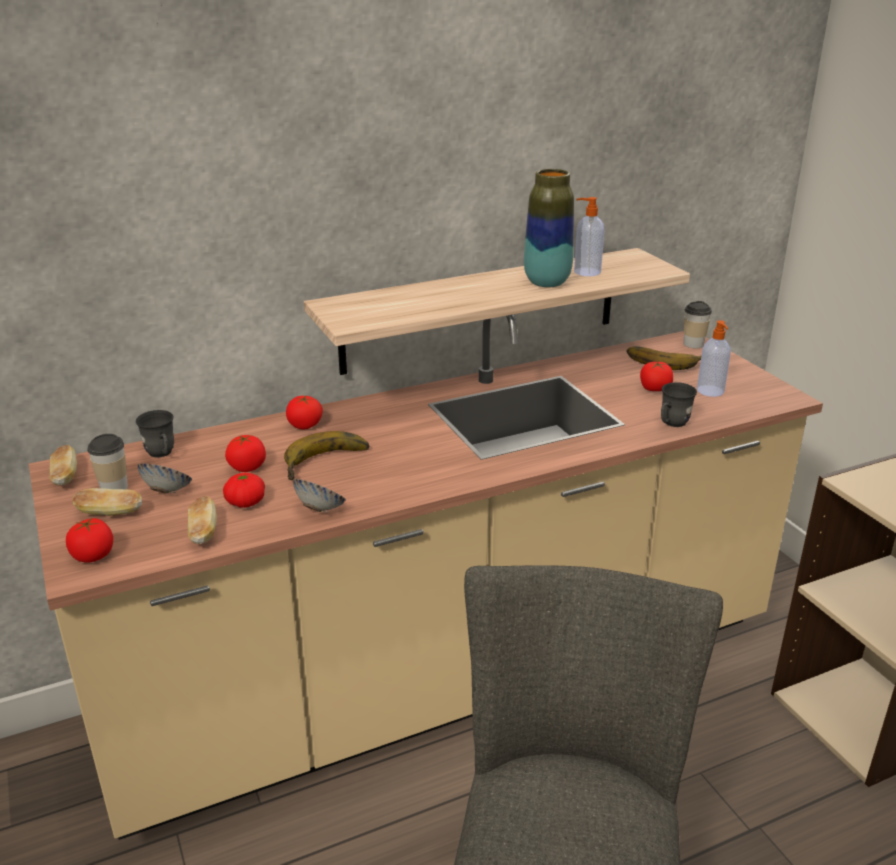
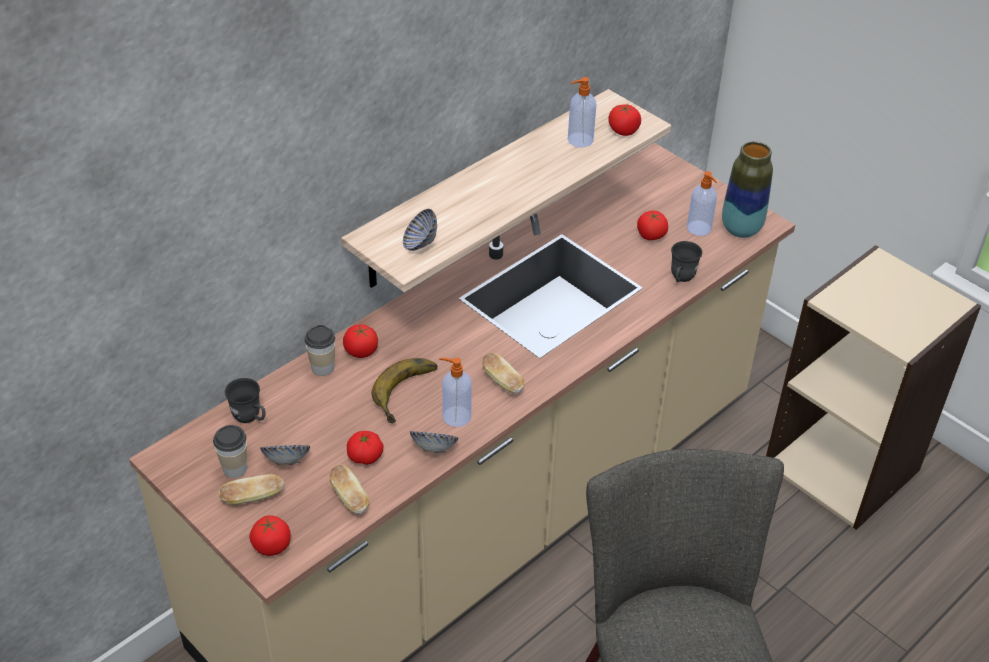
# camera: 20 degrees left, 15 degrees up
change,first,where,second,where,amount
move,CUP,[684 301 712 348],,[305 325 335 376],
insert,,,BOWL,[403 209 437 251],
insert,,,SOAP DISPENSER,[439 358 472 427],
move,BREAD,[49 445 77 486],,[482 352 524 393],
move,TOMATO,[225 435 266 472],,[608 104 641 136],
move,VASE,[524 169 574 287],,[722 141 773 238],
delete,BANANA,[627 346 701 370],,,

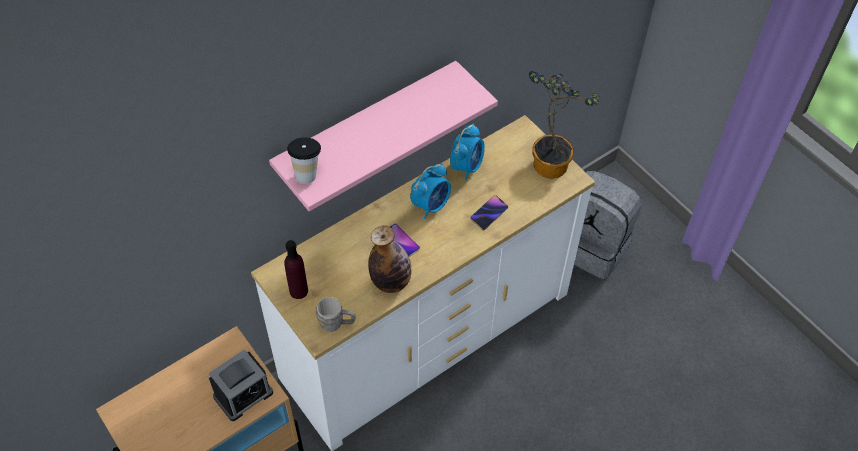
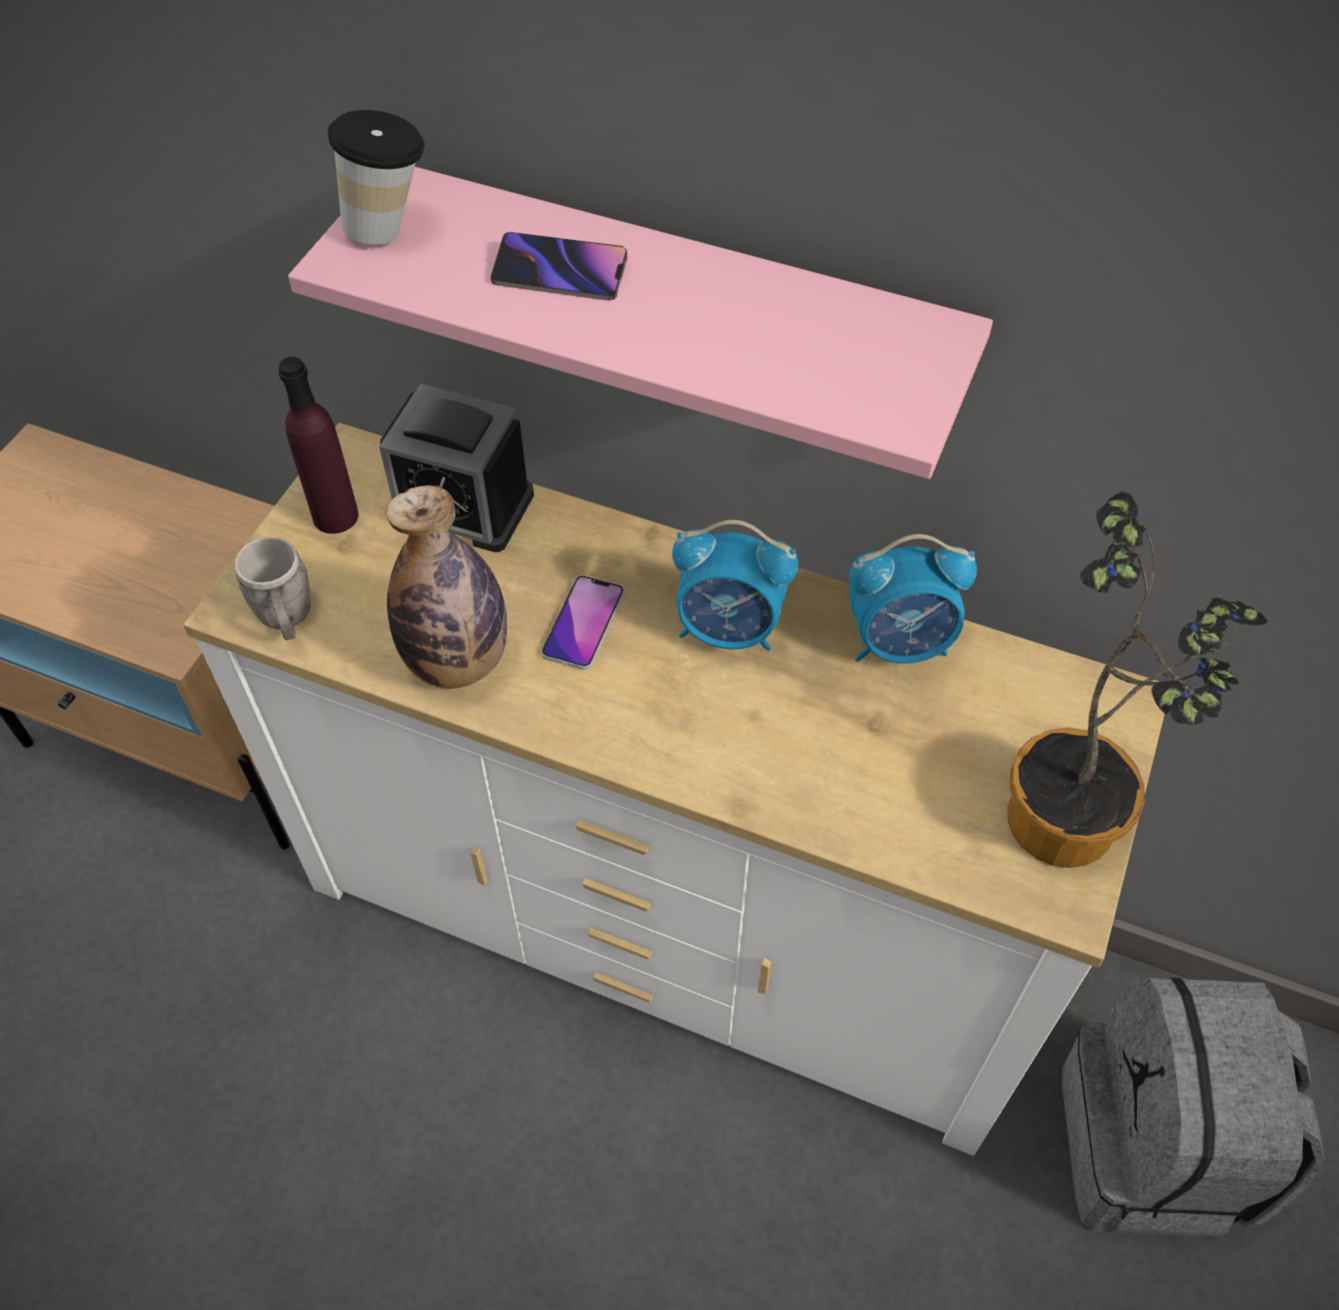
# camera: 60 degrees right, 0 degrees up
change,first,where,second,where,amount
move,ALARM CLOCK,[209 349 273 421],,[379 384 534 552],
move,PHONE,[470 195 508 230],,[490 232 628 301],

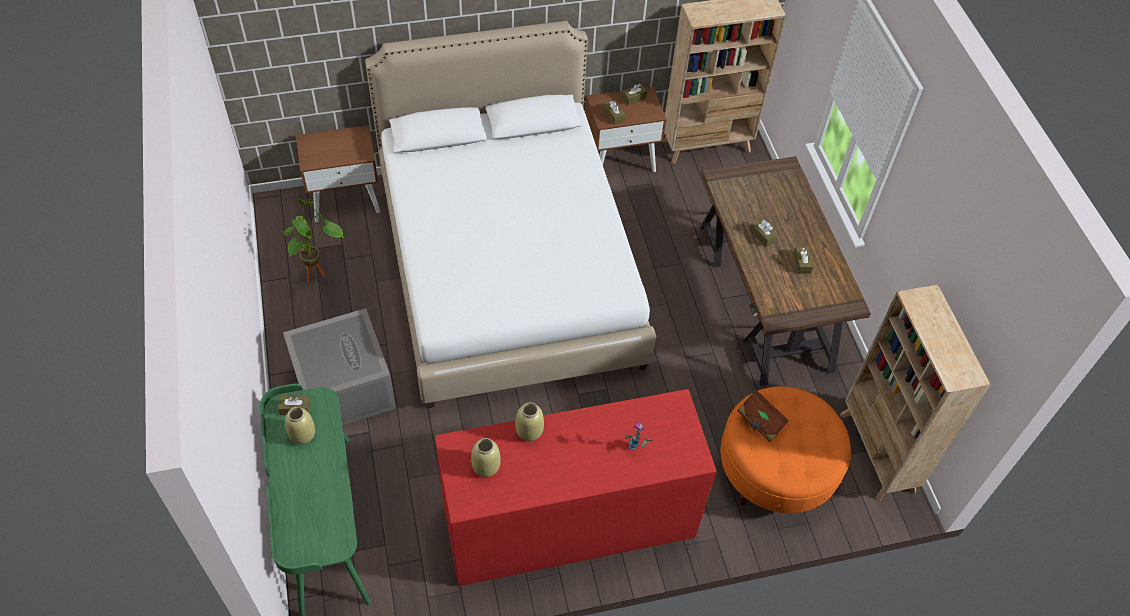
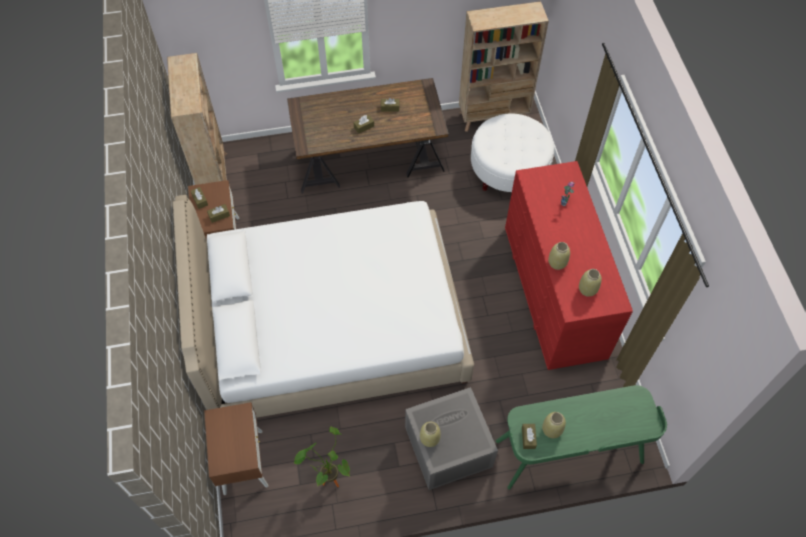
# camera: 85 degrees left, 5 degrees up
change,first,where,second,where,amount
insert,,,BEIGE VASE,[420 422 441 447],
recolor,ORANGE OTTOMAN,[720 386 851 513],WHITE OTTOMAN,[471 114 554 192],
delete,BROWN BOOK,[737 390 789 442],,,

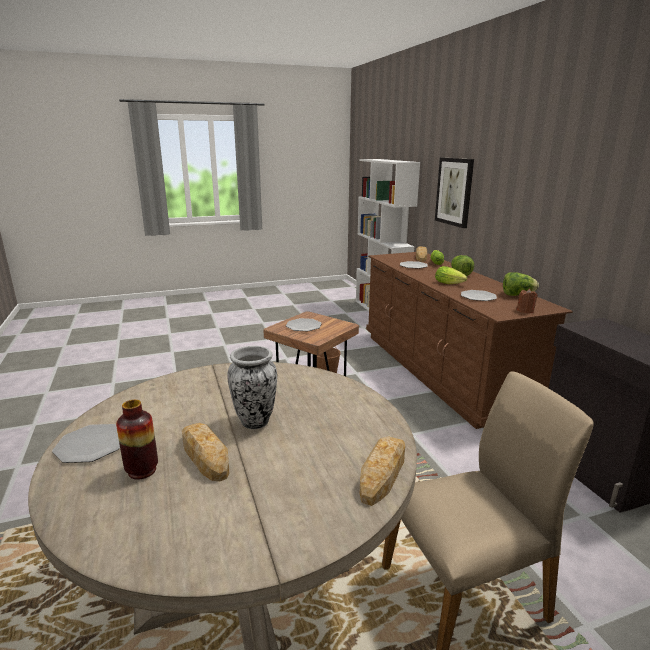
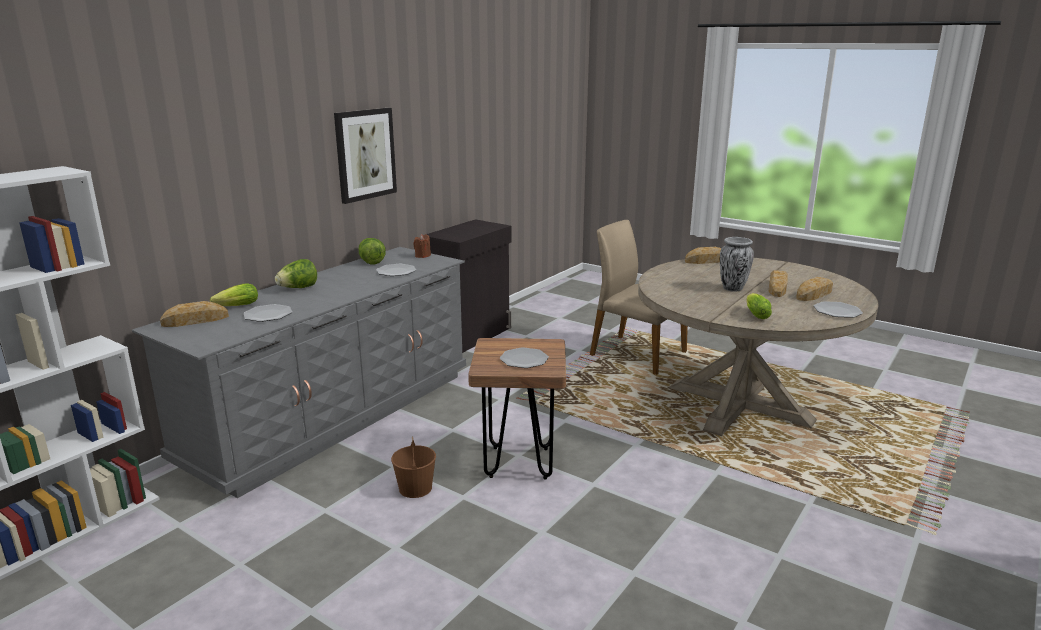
# camera: 125 degrees left, 0 degrees up
change,first,where,second,where,amount
recolor,BROWN DRESSER,[366 252 573 429],GREY DRESSER,[132 247 466 498],
move,PICTURE,[435 158 474 228],,[334 108 397 204],
move,LETTUCE,[435 266 467 284],,[746 293 772 319],
replace,VASE,[116 400 158 480],BREAD,[796 277 833 301],

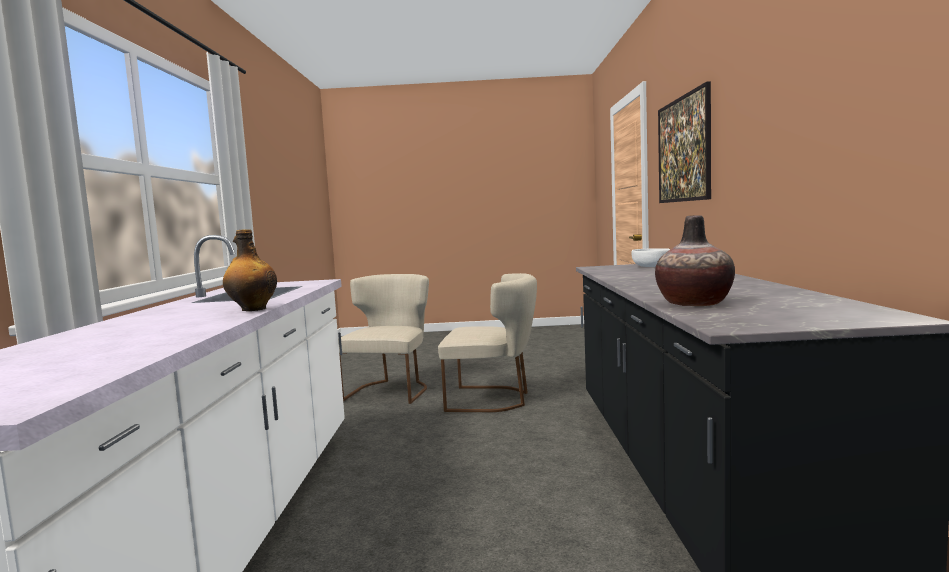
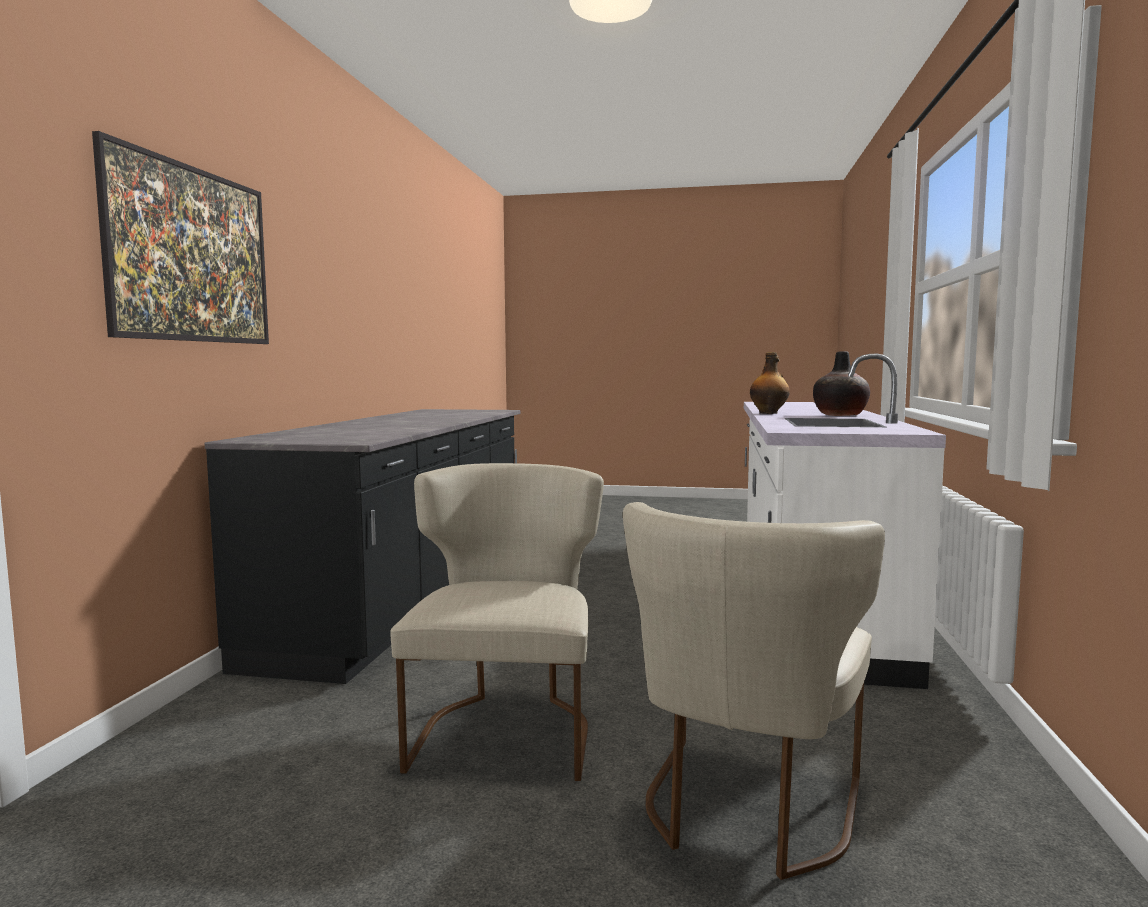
# camera: 170 degrees left, 0 degrees up
change,first,where,second,where,amount
rotate,BEIGE CHAIR,[438 273 537 412],,[390 463 604 781],75 degrees clockwise
move,VASE,[655 216 735 306],,[813 351 870 416],
delete,WHITE BOWL,[632 248 670 267],,,

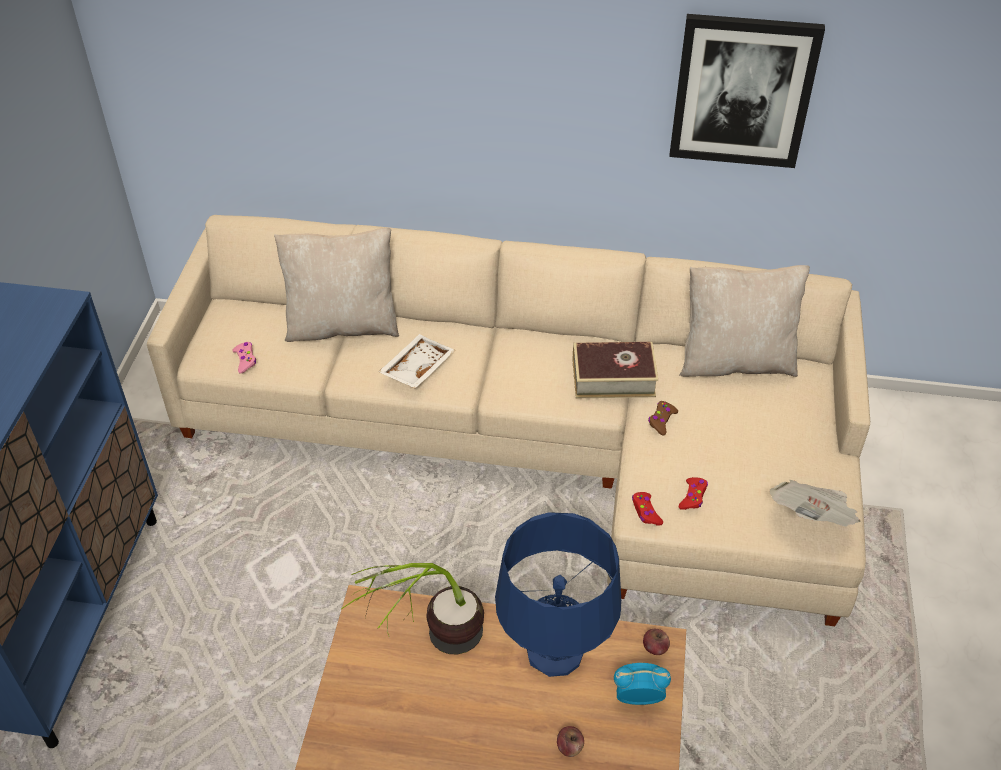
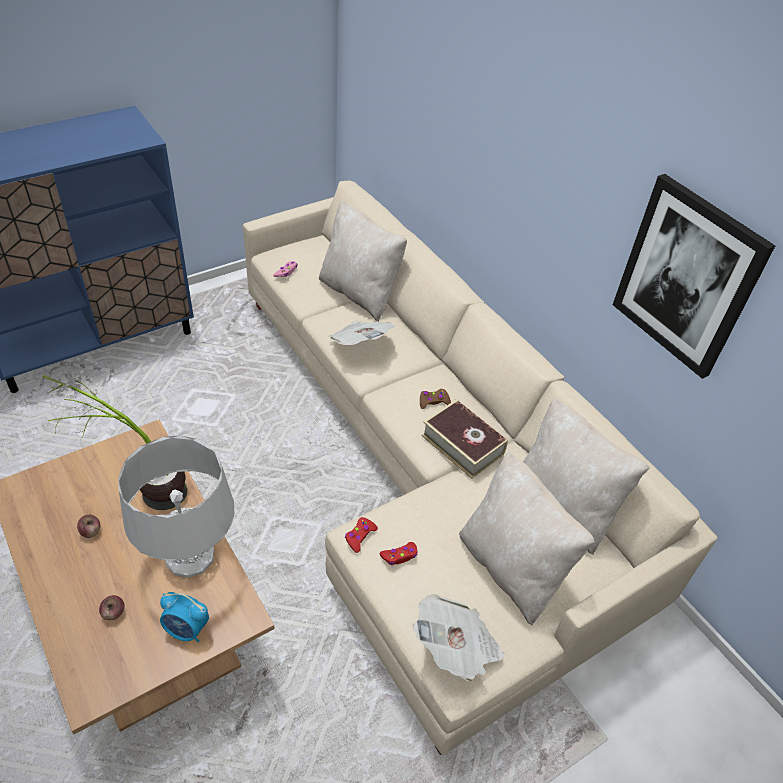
# camera: 45 degrees right, 0 degrees up
change,first,where,second,where,amount
move,APPLE,[643 629 670 655],,[77 515 100 538],
recolor,BLUE TABLE LAMP,[495 512 621 677],GREY TABLE LAMP,[118 436 235 578],
rotate,ALARM CLOCK,[614 663 671 705],,[160 592 209 642],150 degrees clockwise
replace,WHITE TRAY,[378 334 455 388],NEWSPAPER,[328 321 395 345],
move,BROWN GAME CONTROLLER,[648 401 678 435],,[420 389 451 409],
insert,,,BEIGE PILLOW,[459 451 595 626],

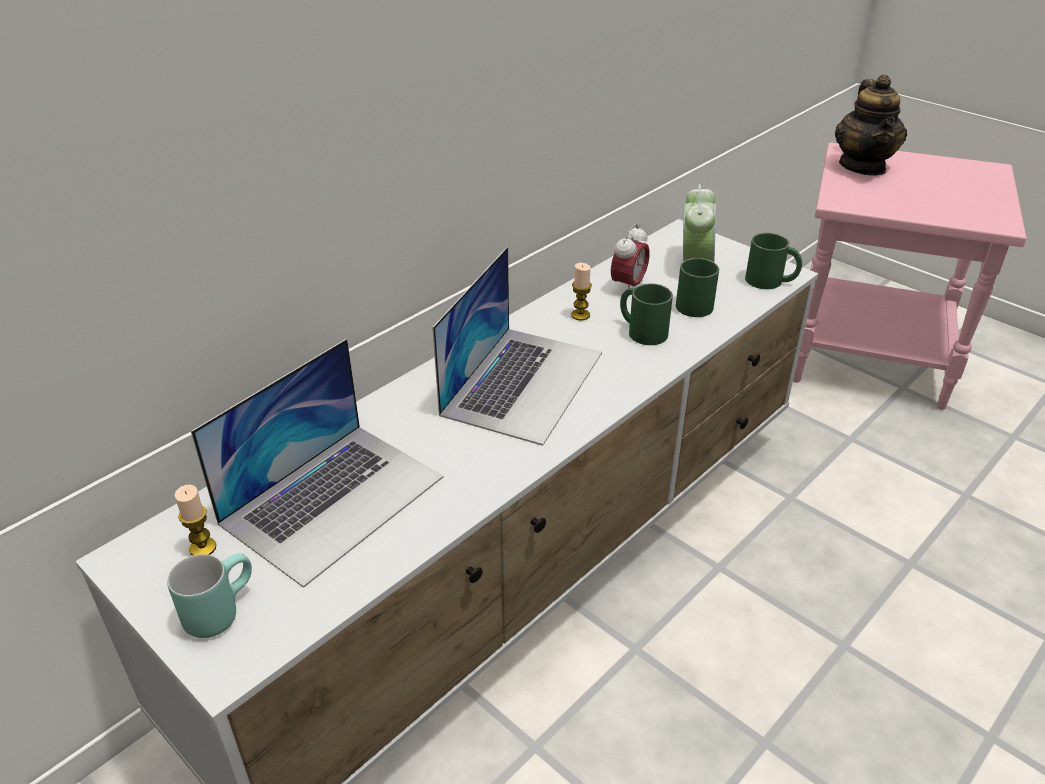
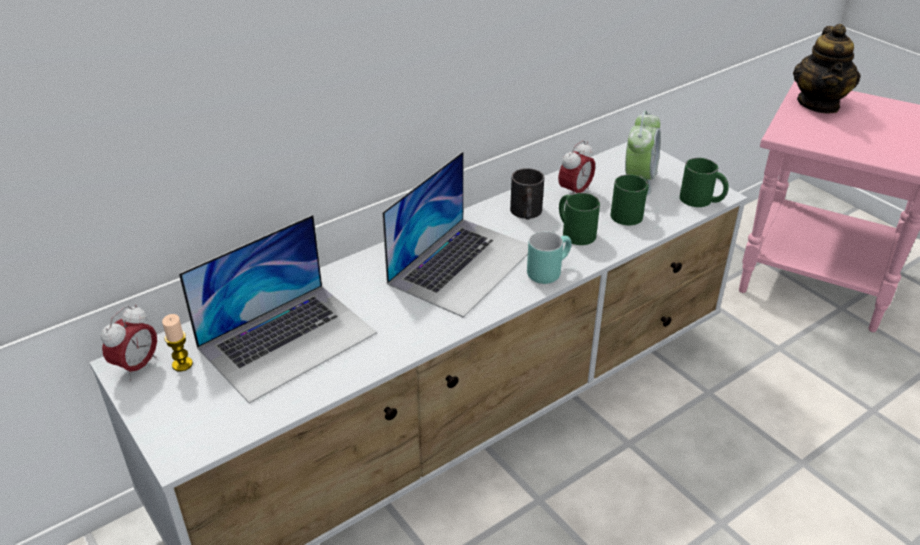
# camera: 10 degrees right, 0 degrees up
change,first,where,second,where,amount
insert,,,ALARM CLOCK,[101 305 157 381],
replace,CANDLE,[571 263 592 321],BLACK MUG,[510 168 544 220],
move,TURQUOISE MUG,[167 553 252 638],,[527 231 571 284],

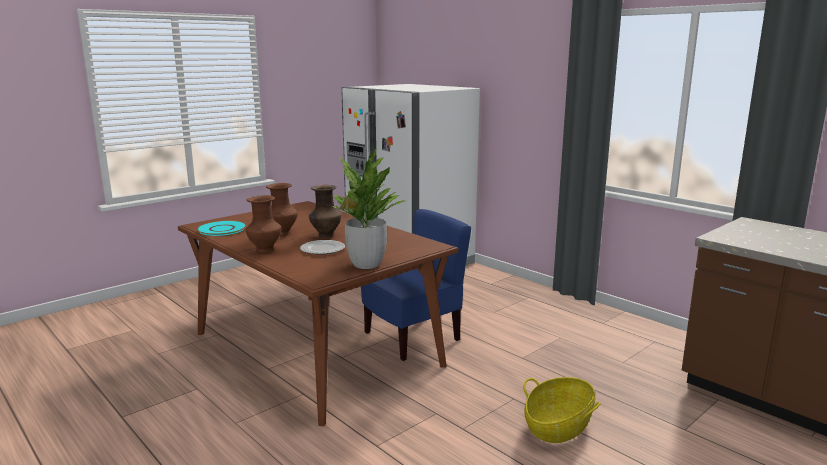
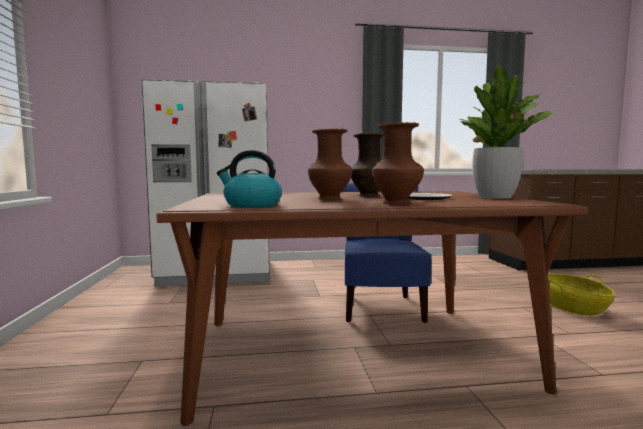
# camera: 55 degrees left, 10 degrees down
change,first,where,second,where,amount
replace,TURQUOISE PLATE,[197 221 247 236],KETTLE,[217 150 282 207],

